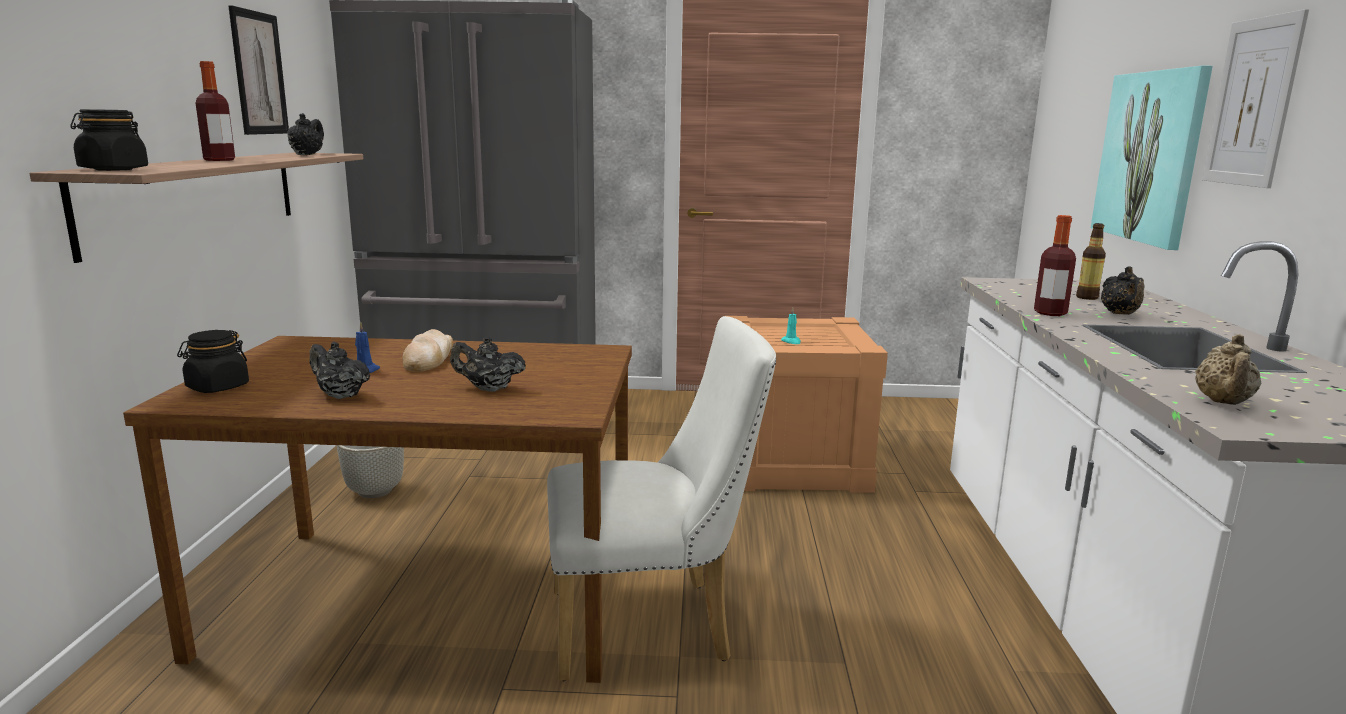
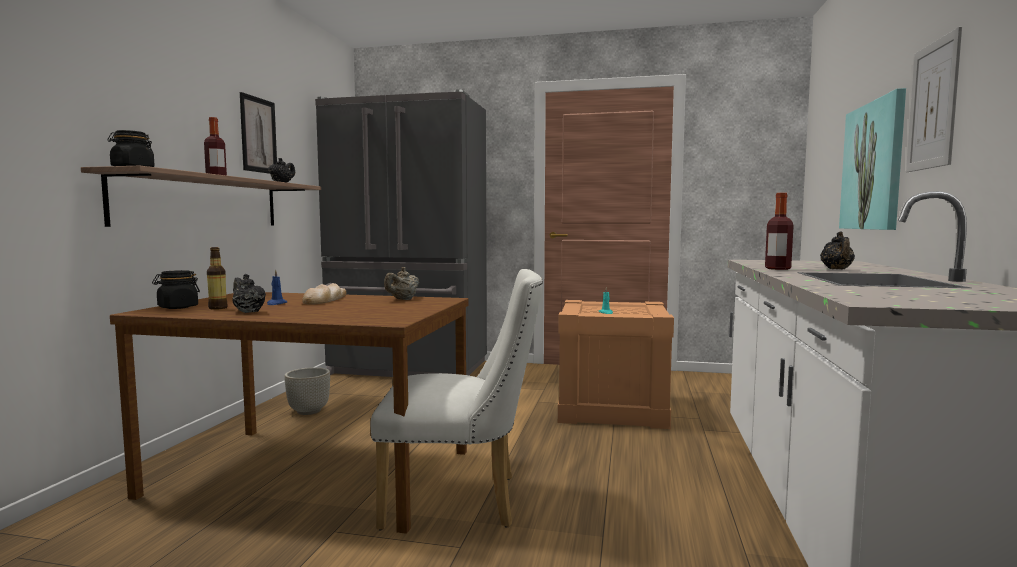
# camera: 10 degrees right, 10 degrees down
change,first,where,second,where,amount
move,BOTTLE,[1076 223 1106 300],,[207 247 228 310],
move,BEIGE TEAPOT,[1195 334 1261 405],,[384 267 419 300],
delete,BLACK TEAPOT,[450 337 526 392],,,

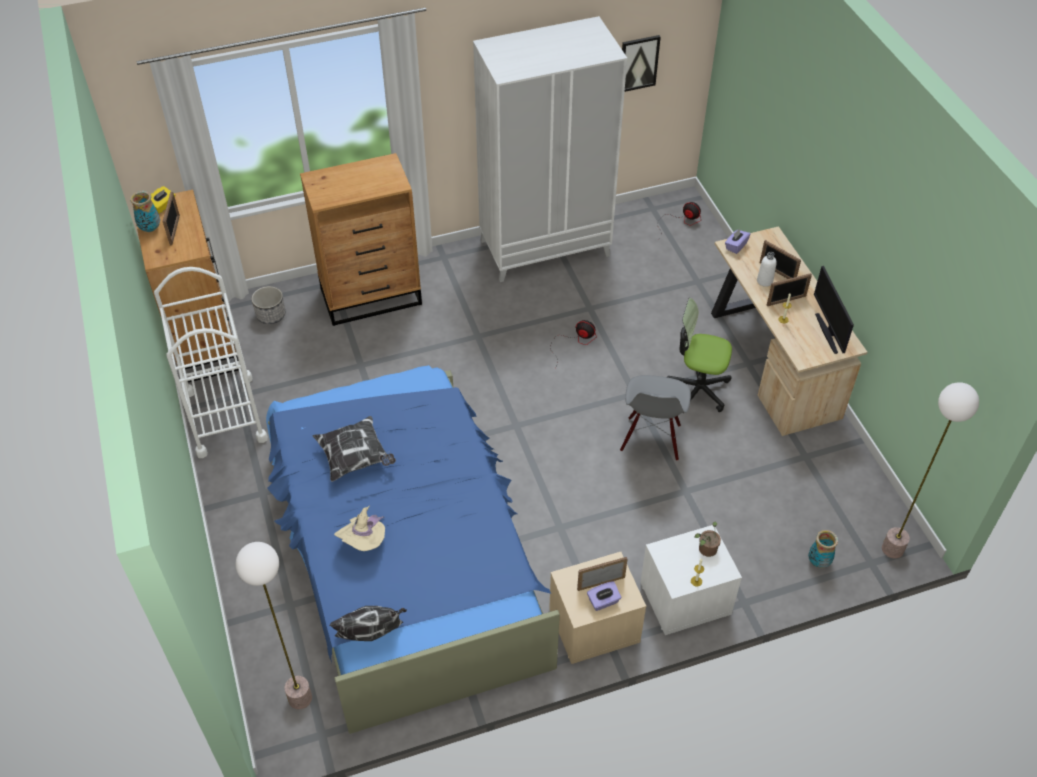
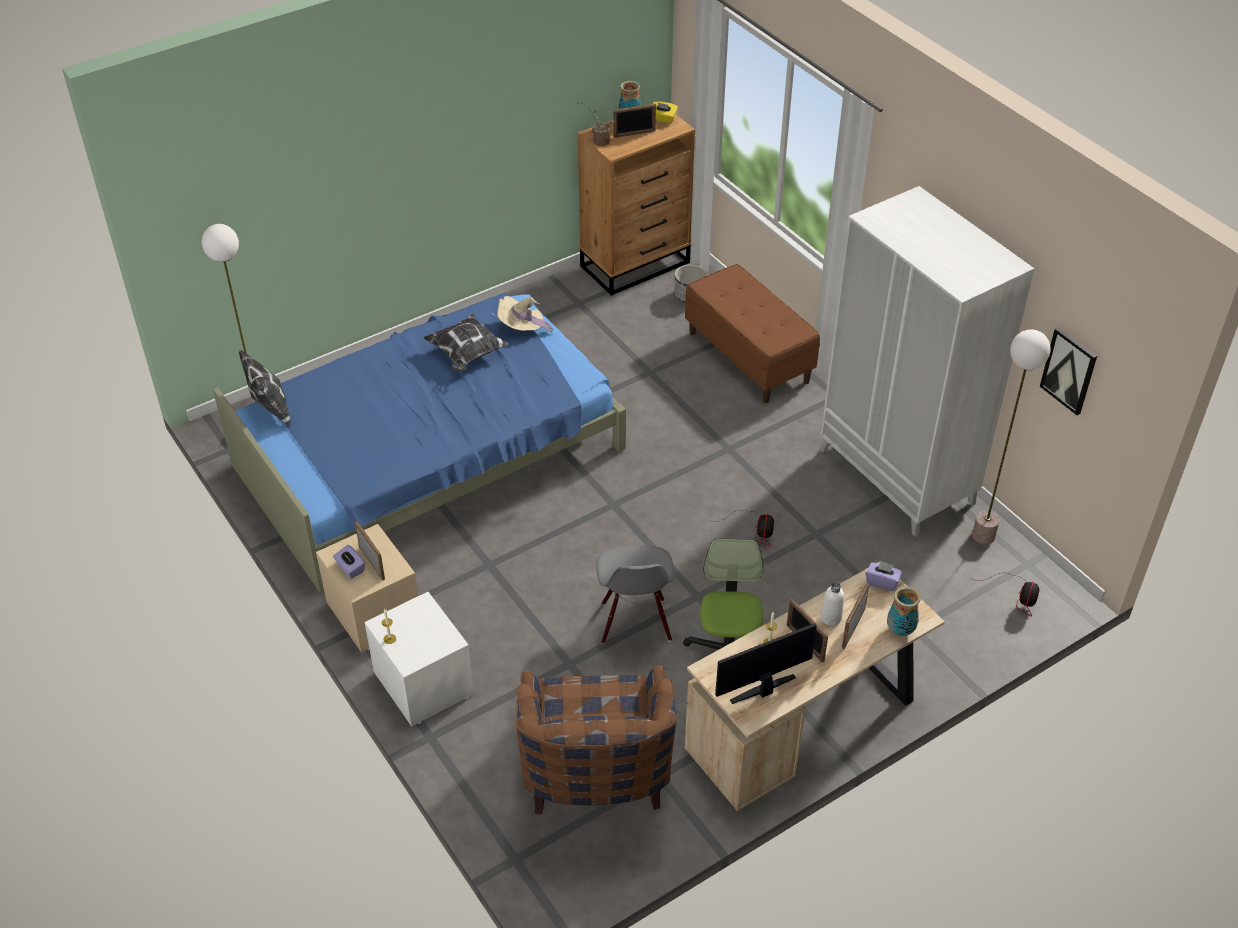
# camera: 75 degrees right, 5 degrees down
change,first,where,second,where,amount
move,BEIGE HAT,[334 505 385 551],,[497 296 553 333],
insert,,,BROWN ARMCHAIR,[516 665 677 815],
move,POTTED PLANT,[694 522 721 557],,[577 102 615 146],
rotate,GREY CHAIR,[620 375 691 461],,[596 546 674 644],90 degrees counterclockwise
replace,BROWN DRESSER,[300 153 422 326],BROWN BENCH,[685 264 820 403],
move,VASE,[808 530 838 568],,[887 586 921 636],
move,FLOOR LAMP,[882 382 979 559],,[972 329 1050 544],
delete,WHITE CART,[154 267 268 458],,,

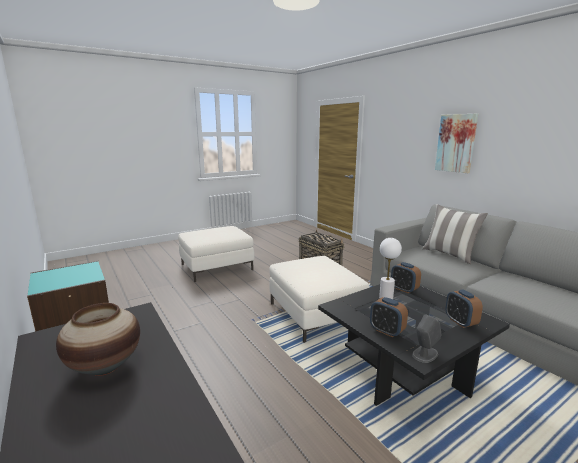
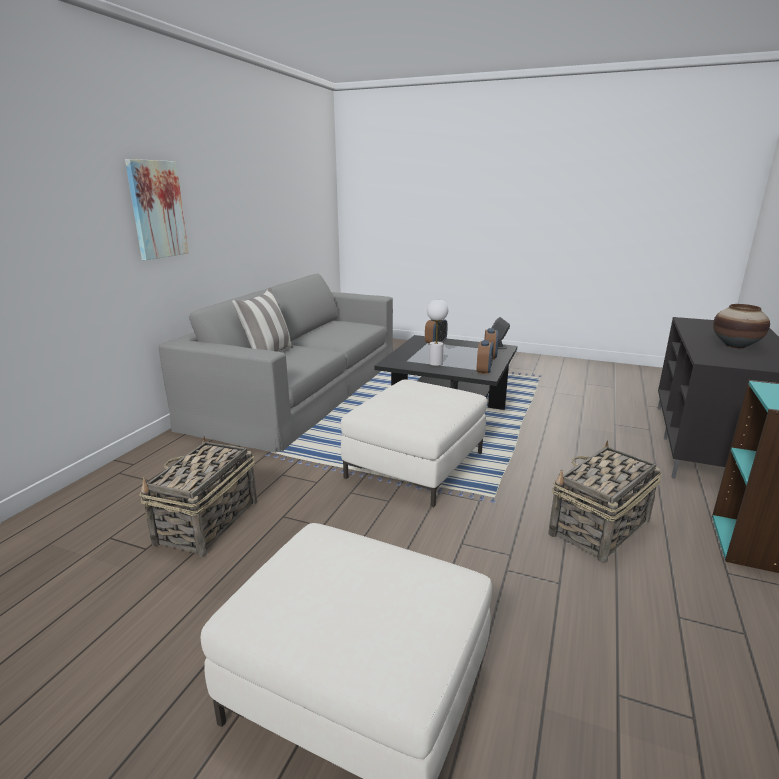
# camera: 125 degrees left, 5 degrees up
change,first,where,second,where,amount
move,ALARM CLOCK,[391 262 421 293],,[476 340 494 374],
insert,,,BASKET,[549 440 662 563],

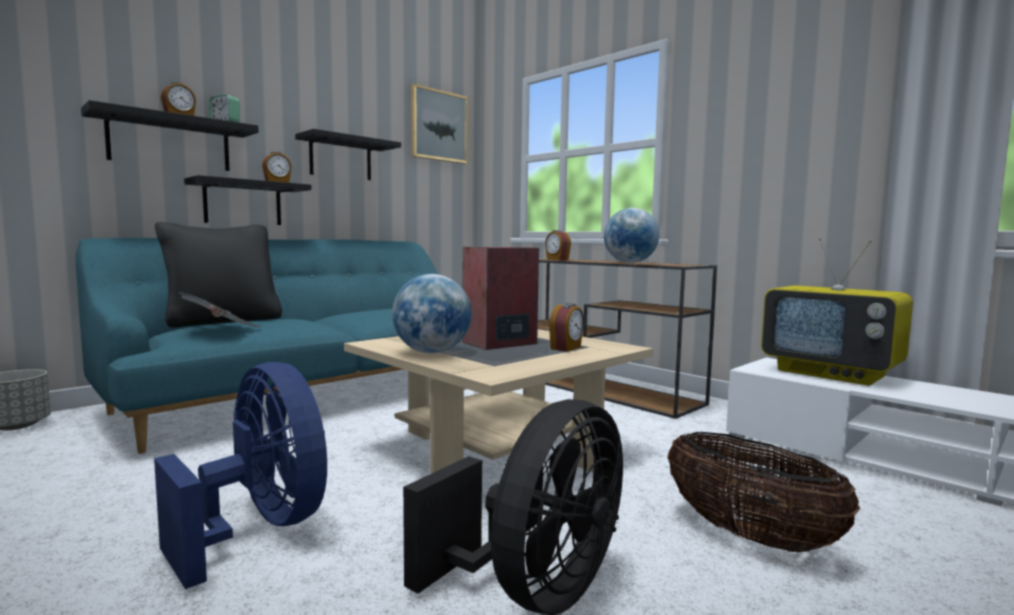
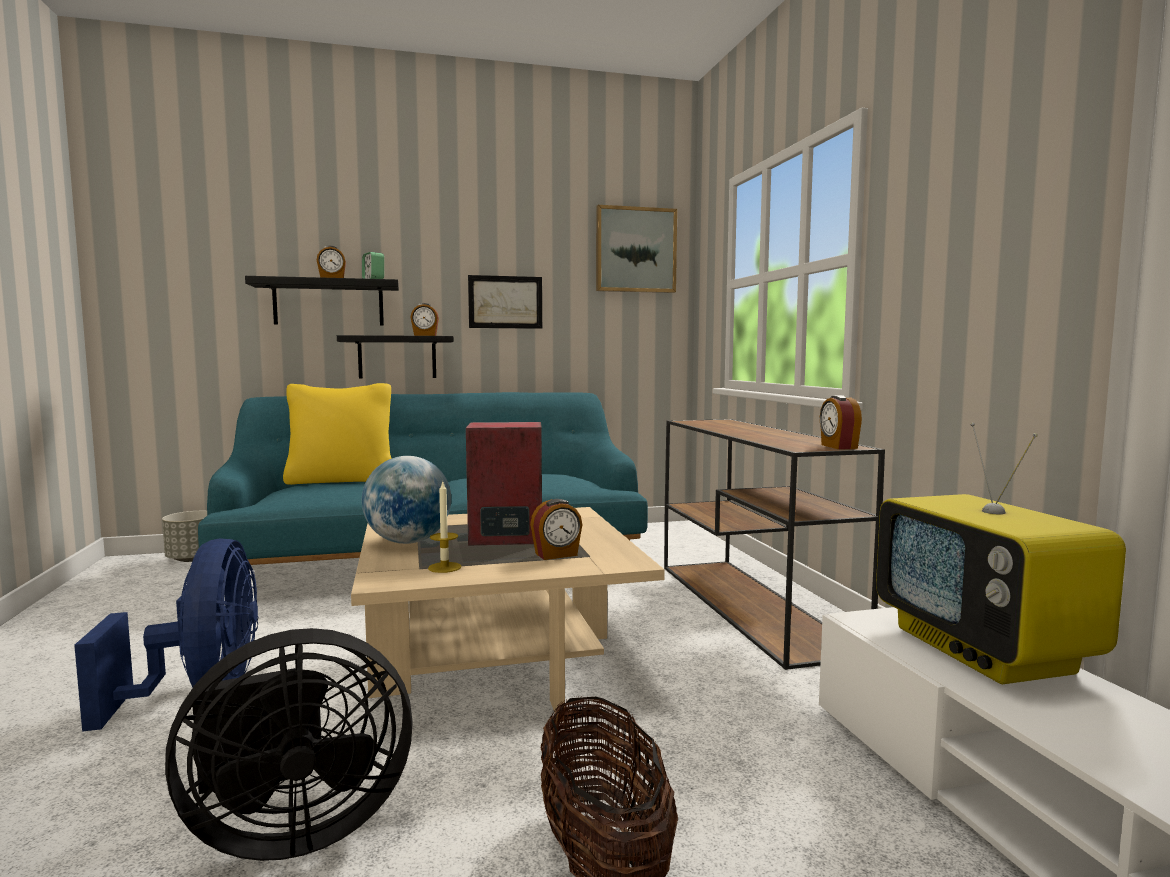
# camera: 30 degrees right, 0 degrees up
change,first,where,second,where,amount
recolor,BLACK PILLOW,[155 222 282 327],YELLOW PILLOW,[283 383 392 485],
insert,,,CANDLE,[428 480 462 573],
replace,BLACK SHELF,[295 129 401 180],PICTURE,[468 275 542 329],
move,ALARM CLOCK,[545 230 571 260],,[820 395 862 449],
delete,NEWSPAPER,[179 293 261 327],,,
delete,GLOBE,[604 208 659 263],,,

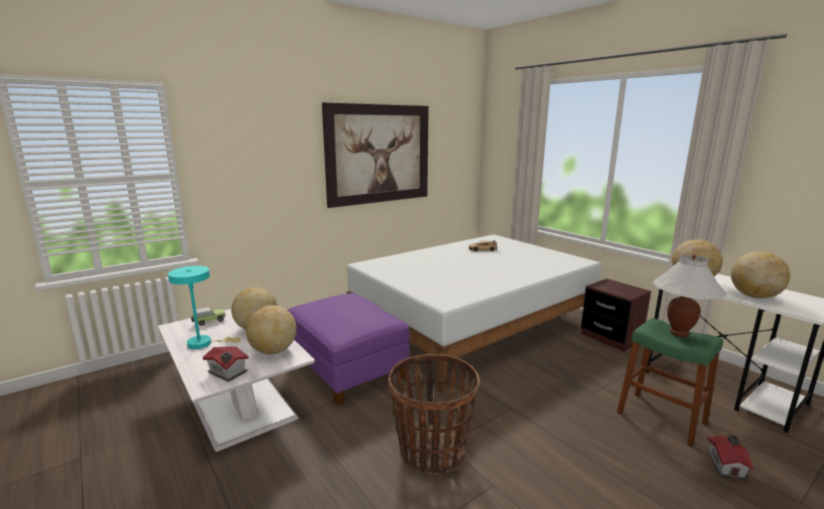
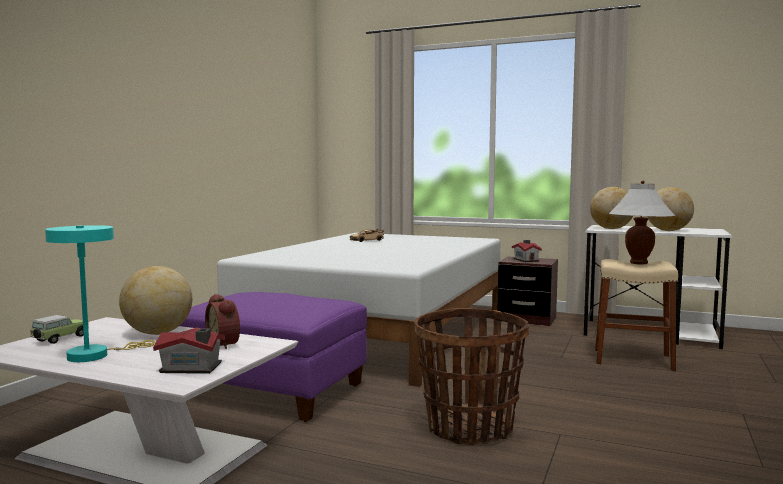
# camera: 30 degrees left, 10 degrees down
change,first,where,second,where,amount
replace,GLOBE,[246 305 297 354],ALARM CLOCK,[205 294 240 349],
move,TOY HOUSE,[707 434 754 480],,[512 240 542 262],
recolor,GREEN STOOL,[617 318 723 447],BEIGE STOOL,[595 259 678 371],
delete,PICTURE,[322 102 429 208],,,

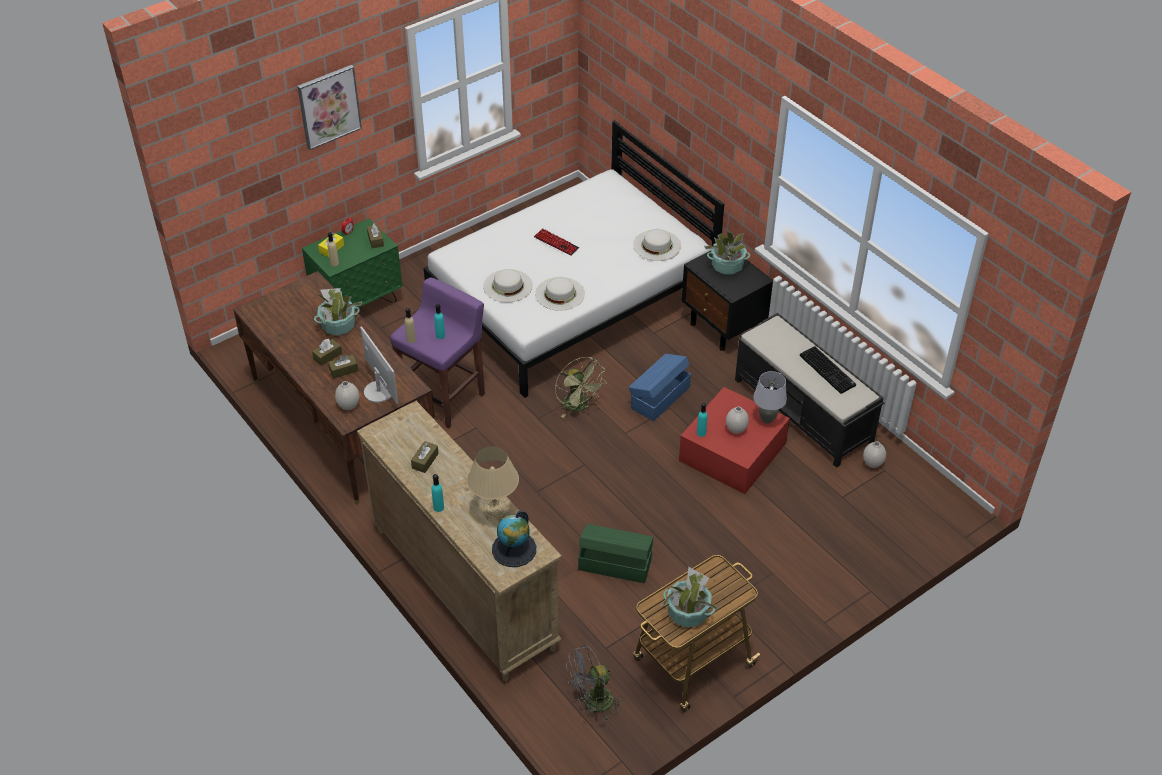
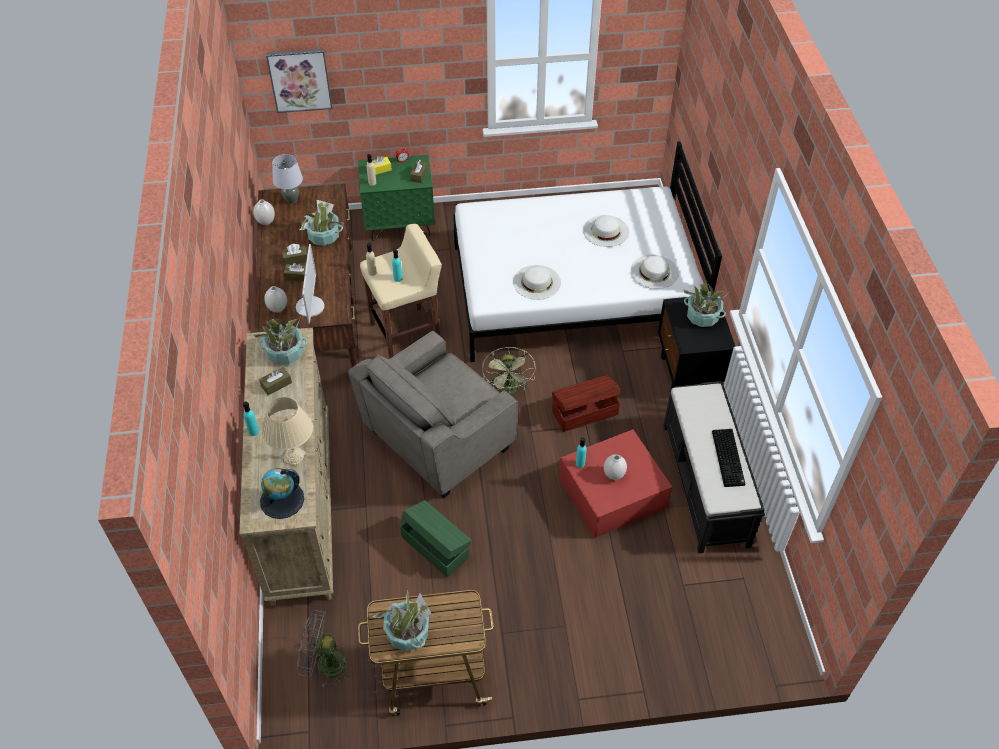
# camera: 30 degrees right, 5 degrees up
change,first,where,second,where,amount
insert,,,POTTED PLANT,[253 318 308 365],
move,WHITE VASE,[863 441 886 468],,[254 199 275 225],
move,PICTURE,[297 65 362 150],,[266 49 332 113],
move,GREY TABLE LAMP,[753 371 787 424],,[272 154 303 204],
insert,,,GREY ARMCHAIR,[348 331 518 498],
recolor,PURPLE STOOL,[390 277 485 429],BEIGE STOOL,[360 224 442 359],
recolor,BLUE STORAGE BOX,[628 354 691 421],BROWN STORAGE BOX,[552 375 620 432],
move,WHITE HAT,[483 269 533 302],,[583 215 629 247],
delete,KEYBOARD,[534 228 579 256],,,

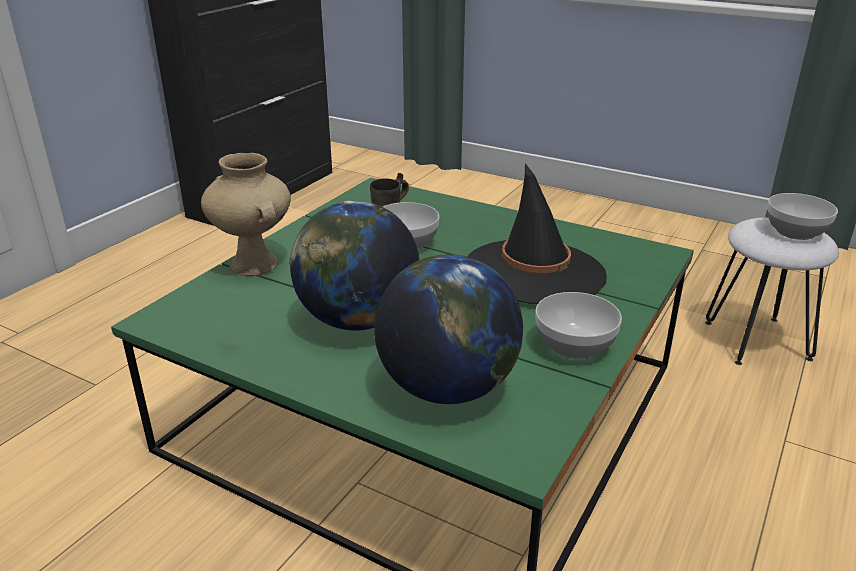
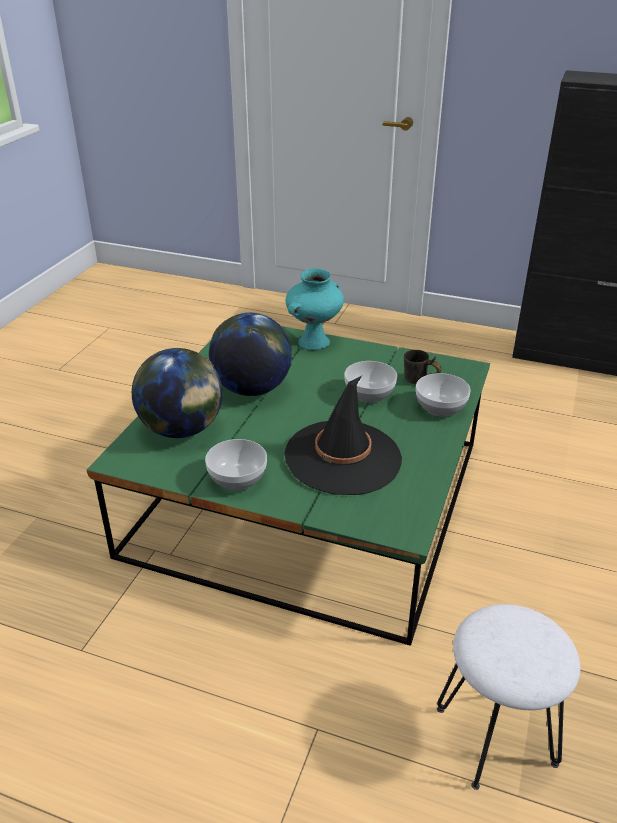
# camera: 80 degrees right, 5 degrees up
change,first,where,second,where,amount
recolor,BEIGE VASE,[201 153 291 276],TURQUOISE VASE,[286 268 344 350],
move,BOWL,[767 193 838 240],,[416 373 471 417],

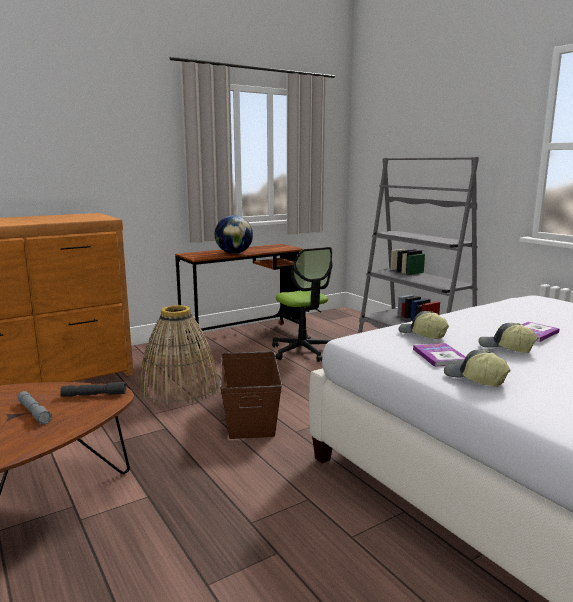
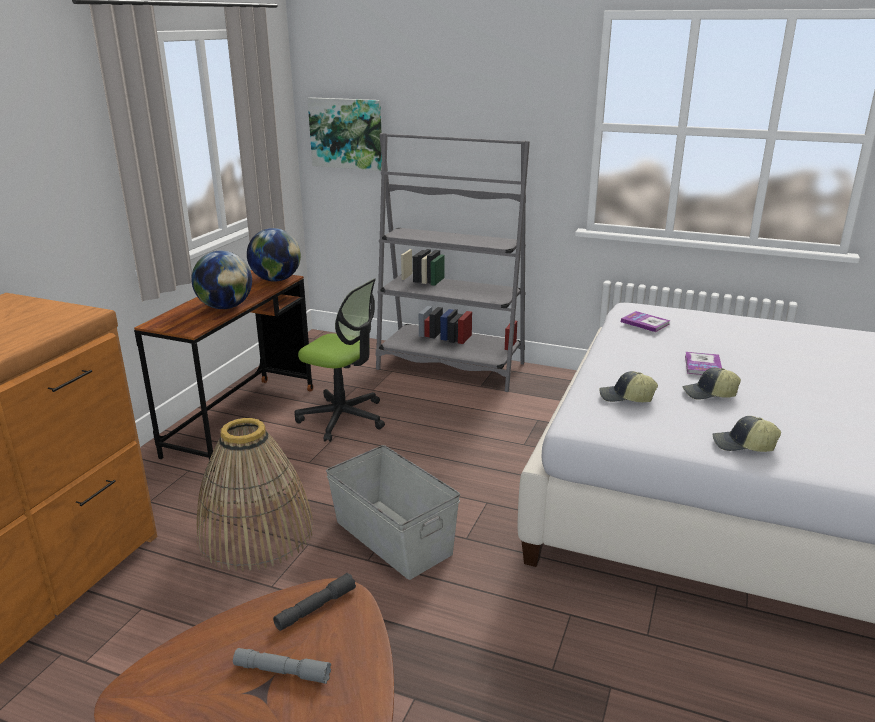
# camera: 35 degrees left, 10 degrees up
change,first,where,second,where,amount
insert,,,GLOBE,[247 228 301 282],
insert,,,PICTURE,[308 97 382 171],
recolor,BROWN STORAGE BOX,[220 351 282 439],GREY STORAGE BOX,[326 445 460 580],
move,BOOK,[413 343 466 367],,[621 311 670 332],

